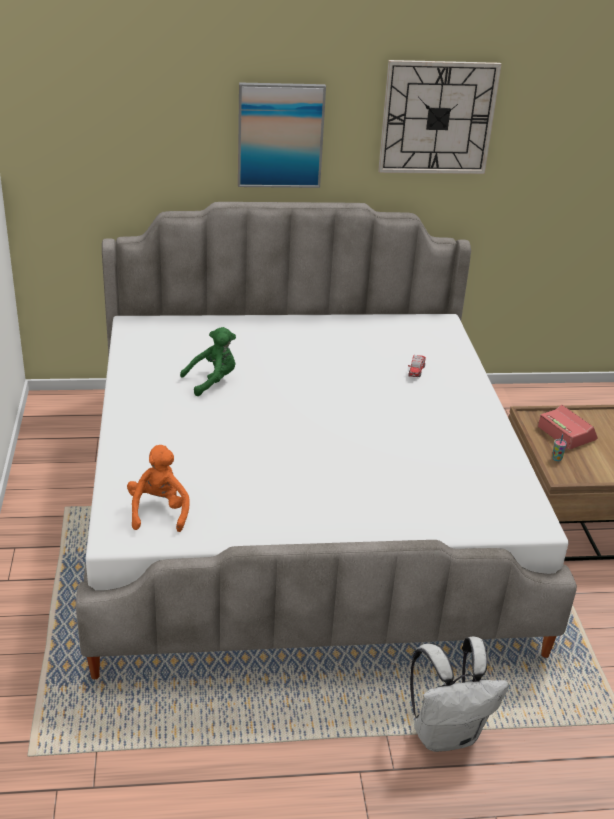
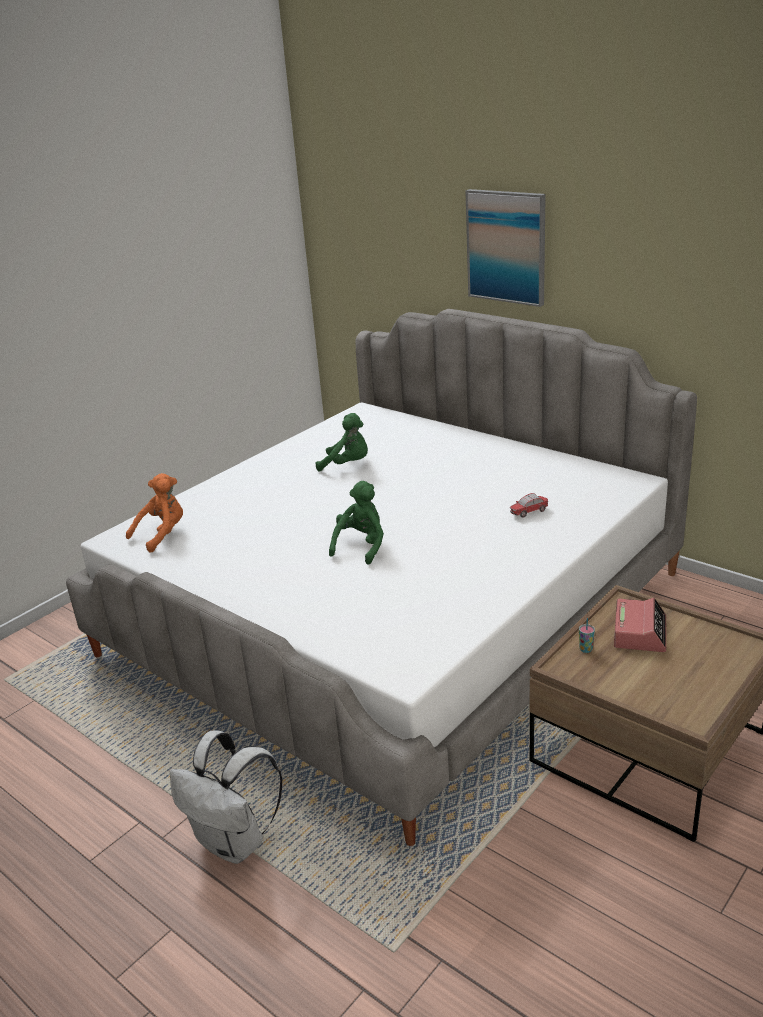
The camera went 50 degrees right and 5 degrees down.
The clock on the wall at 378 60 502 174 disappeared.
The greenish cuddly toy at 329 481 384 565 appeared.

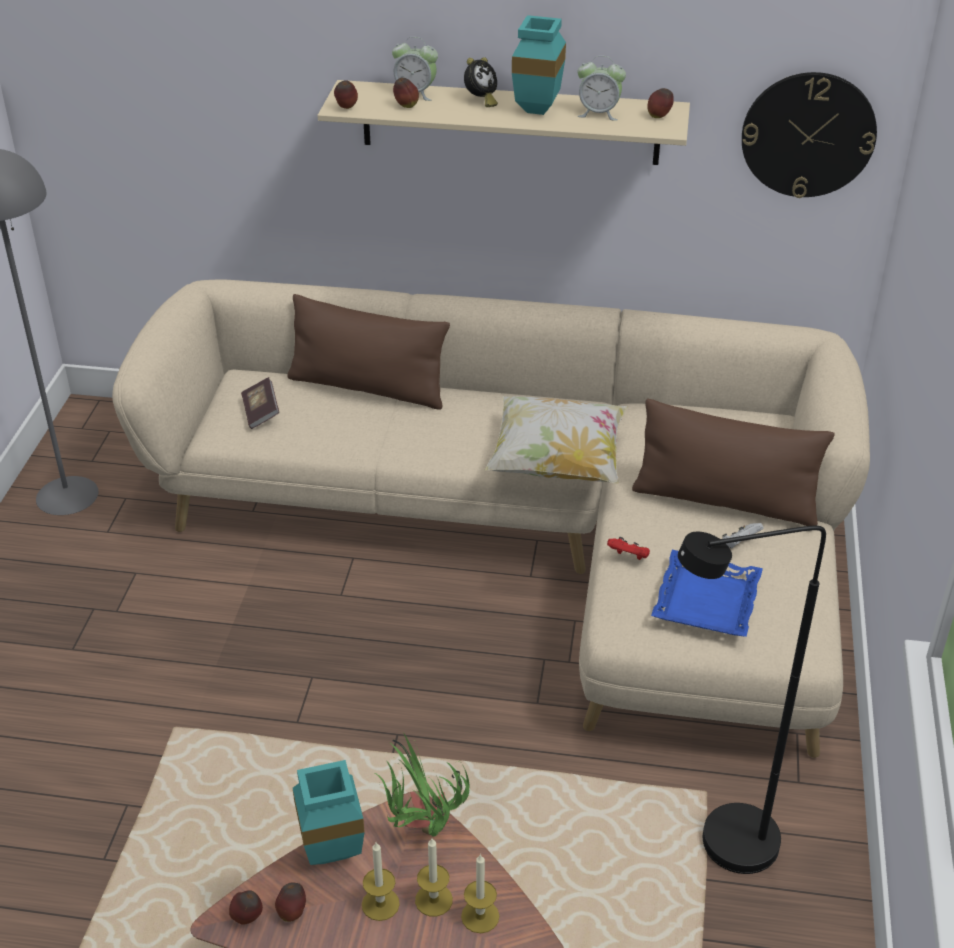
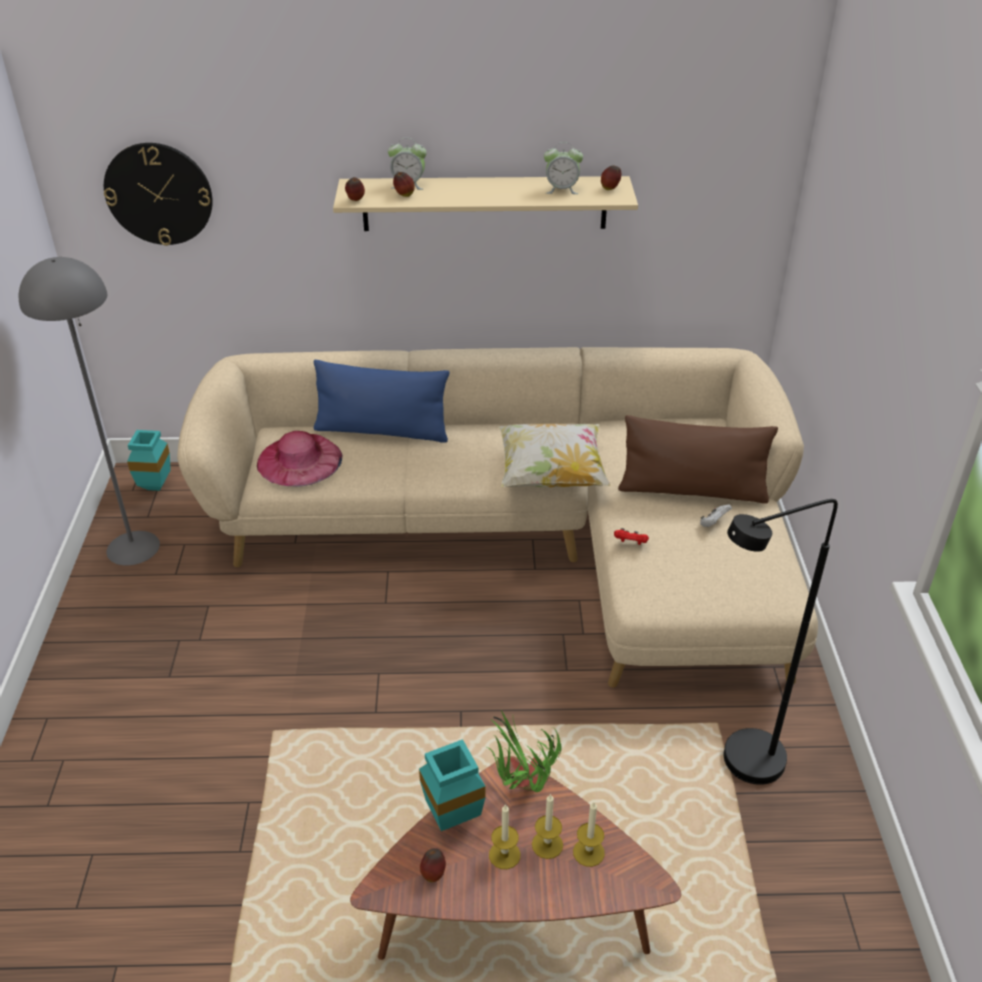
The camera went 10 degrees left and 0 degrees up.
The turquoise-coloured flower vase moved from 512 15 566 115 to 127 430 171 491.
The table clock at 464 57 498 107 disappeared.
The clock on the wall moved from 742 72 877 198 to 104 143 213 246.
The brown-coloured pillow at 287 294 450 410 became the blue pillow at 314 360 450 443.
The book at 241 377 279 429 was replaced by the pinkish hat at 257 431 342 486.
The blue carrying tray at 651 550 763 637 disappeared.
The apple at 229 890 263 925 disappeared.

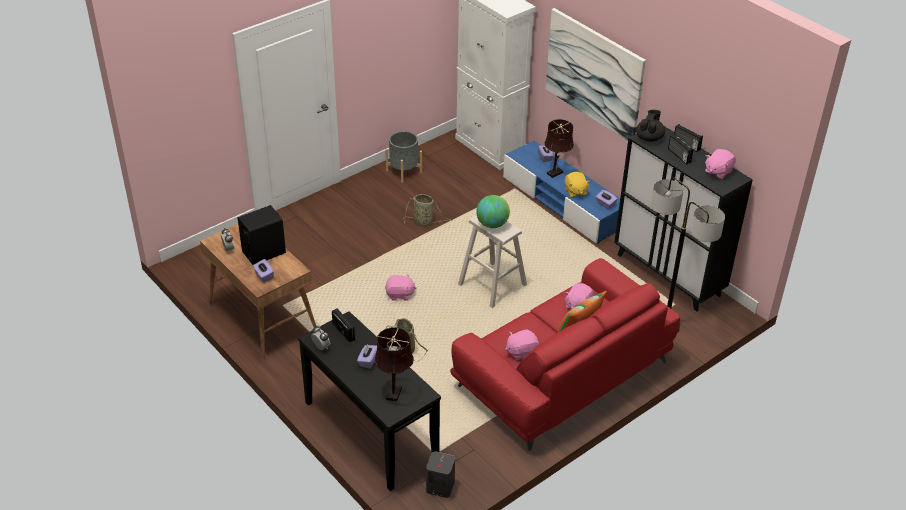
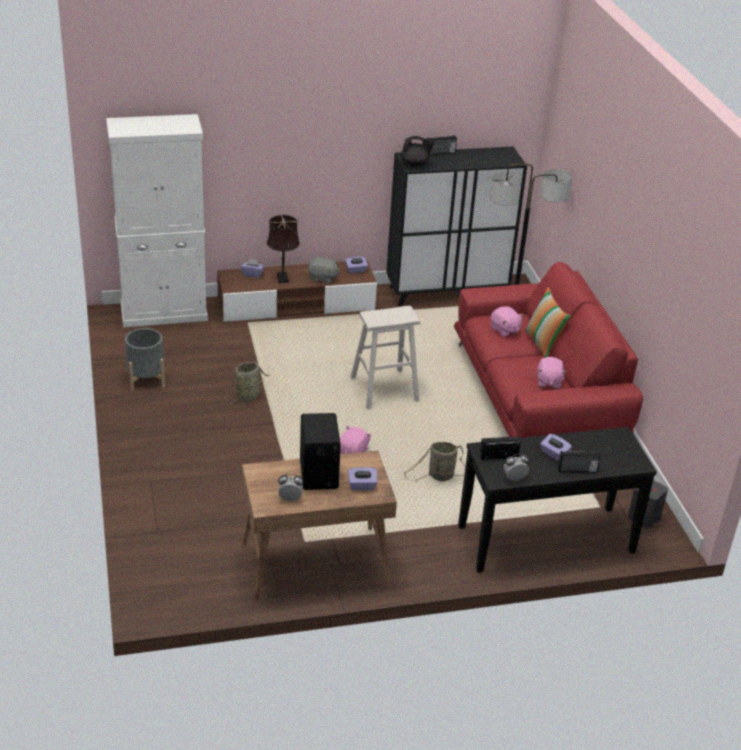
The camera went 65 degrees left and 5 degrees down.
The picture at 546 8 646 141 disappeared.
The black pot for tea at 636 110 665 142 turned 135 degrees clockwise.
The radio set moved from 668 134 693 165 to 558 451 601 473.
The blue media console at 503 141 620 244 became the brown-coloured media console at 217 260 377 322.
The pinkish cuddly toy at 705 149 736 179 disappeared.
The yellowish cuddly toy at 565 172 590 198 became the grey cuddly toy at 308 257 340 284.
The globe at 476 195 510 228 disappeared.
The brown-coloured table lamp at 374 327 414 402 disappeared.

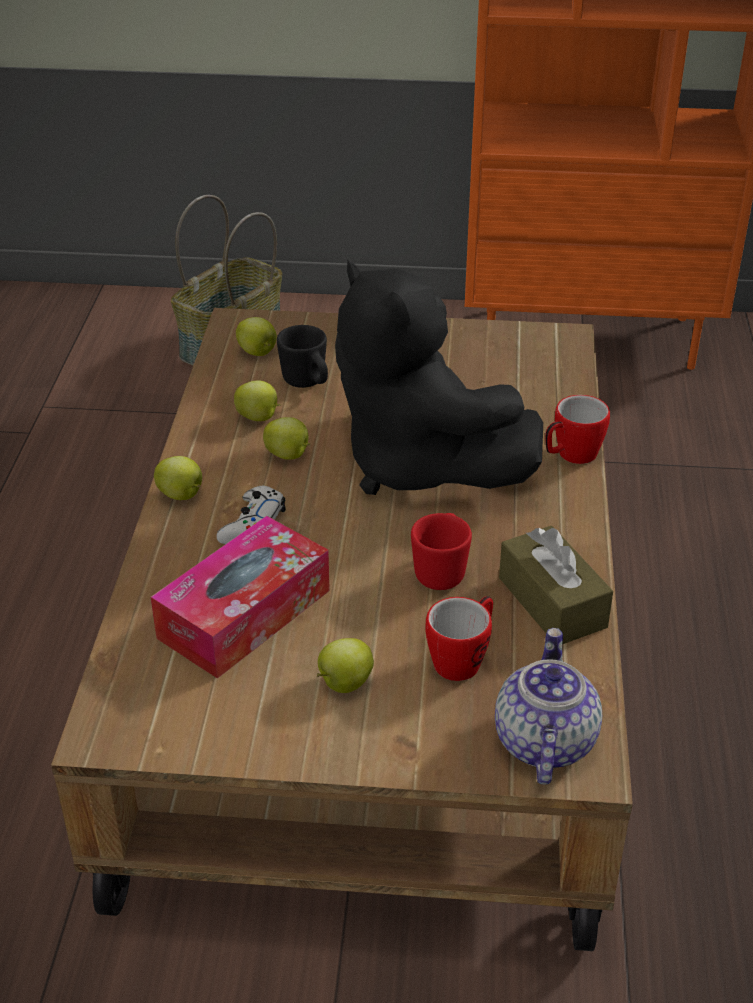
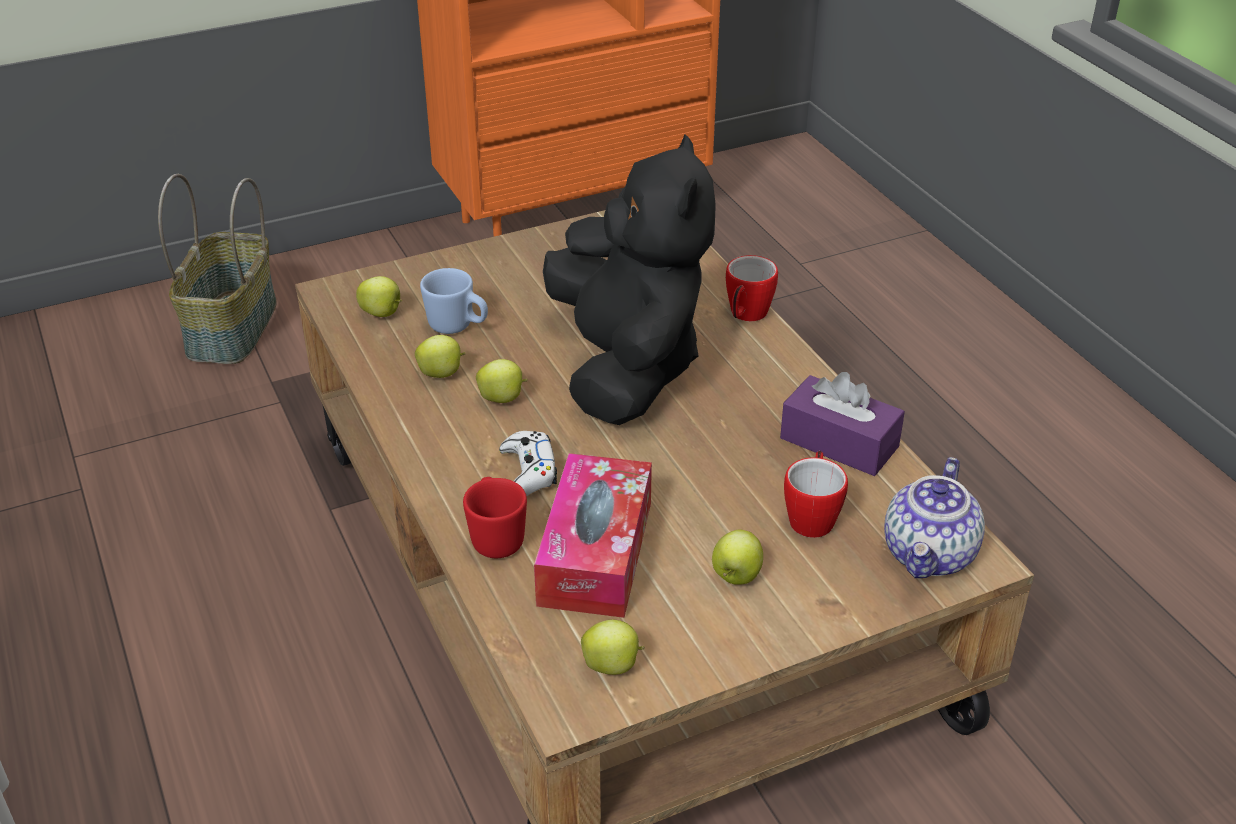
The camera went 30 degrees left and 0 degrees up.
The black cuddly toy at 335 260 543 495 turned 120 degrees counterclockwise.
The black mug at 277 325 328 388 became the blue mug at 420 268 488 334.
The apple moved from 154 456 202 500 to 581 620 645 675.
The red-coloured mug moved from 411 513 472 590 to 463 477 527 558.
The brown-coloured tissue holder at 499 526 613 644 became the purplish tissue holder at 780 372 905 476.
The pot for tea at 495 628 602 784 turned 135 degrees counterclockwise.

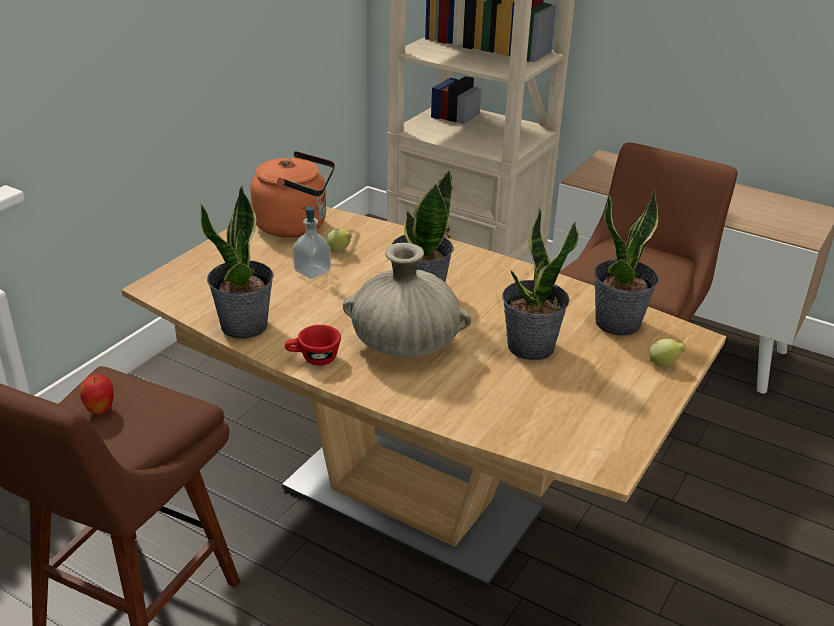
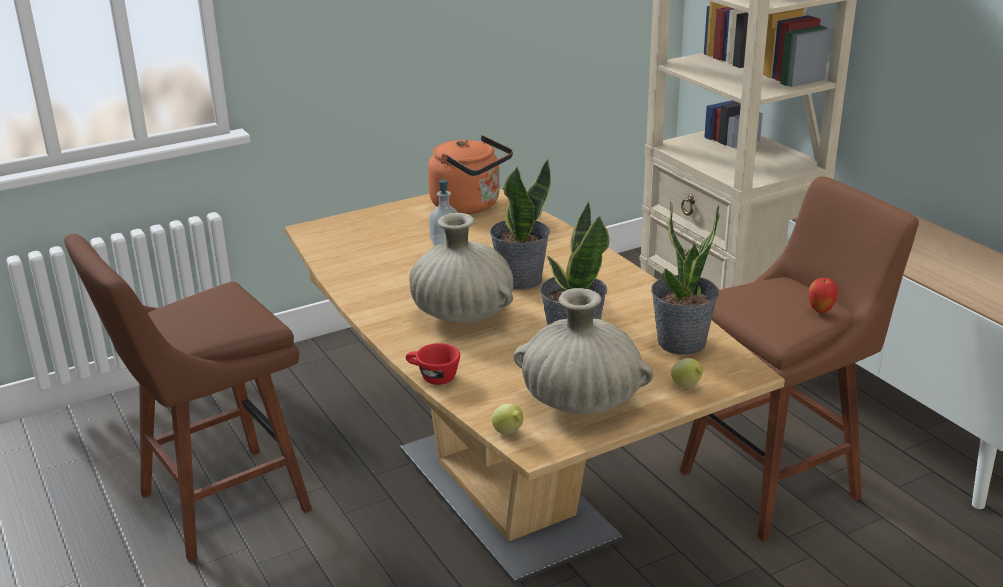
The camera went 30 degrees right and 5 degrees down.
The houseplant at 201 186 274 339 disappeared.
The lemon moved from 326 228 352 252 to 492 403 523 434.
The red-coloured cup moved from 285 325 341 366 to 406 343 460 385.
The apple moved from 79 374 114 415 to 809 278 838 313.
The beige flower vase at 514 288 653 414 appeared.

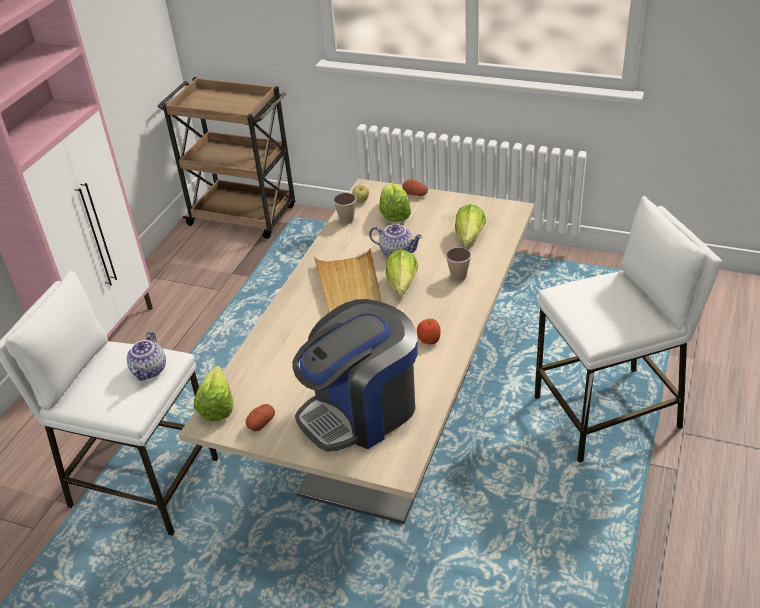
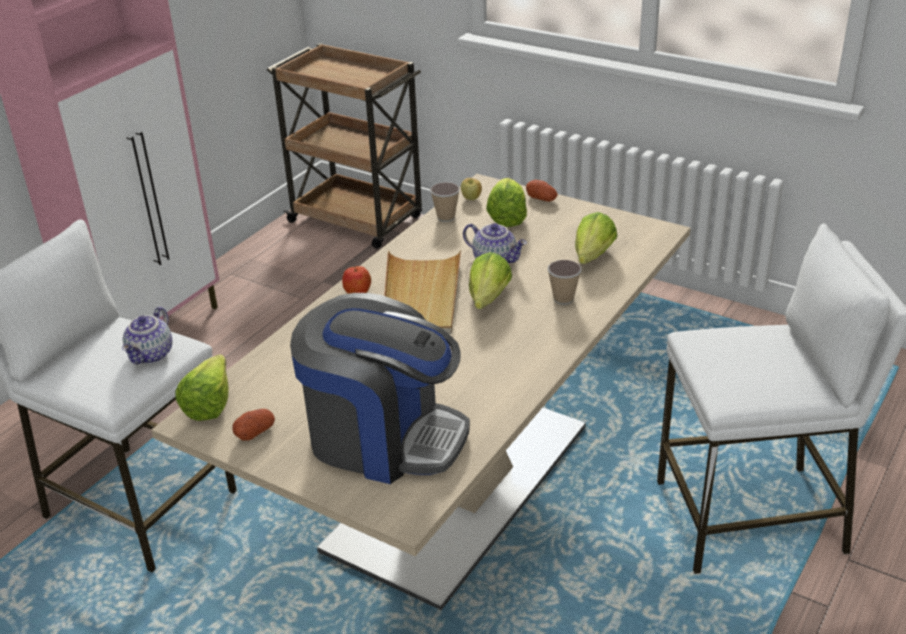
The camera went 10 degrees right and 5 degrees down.
The coffee machine at 292 299 418 452 turned 135 degrees counterclockwise.
The apple moved from 417 319 441 344 to 342 266 371 294.

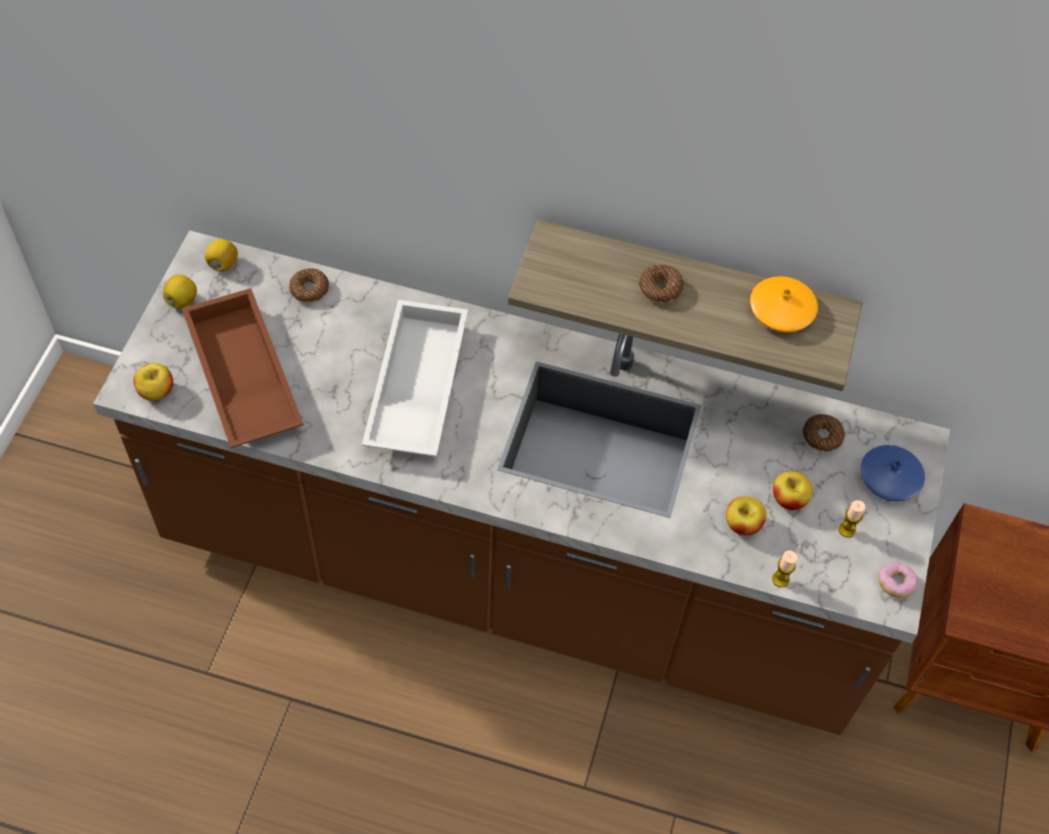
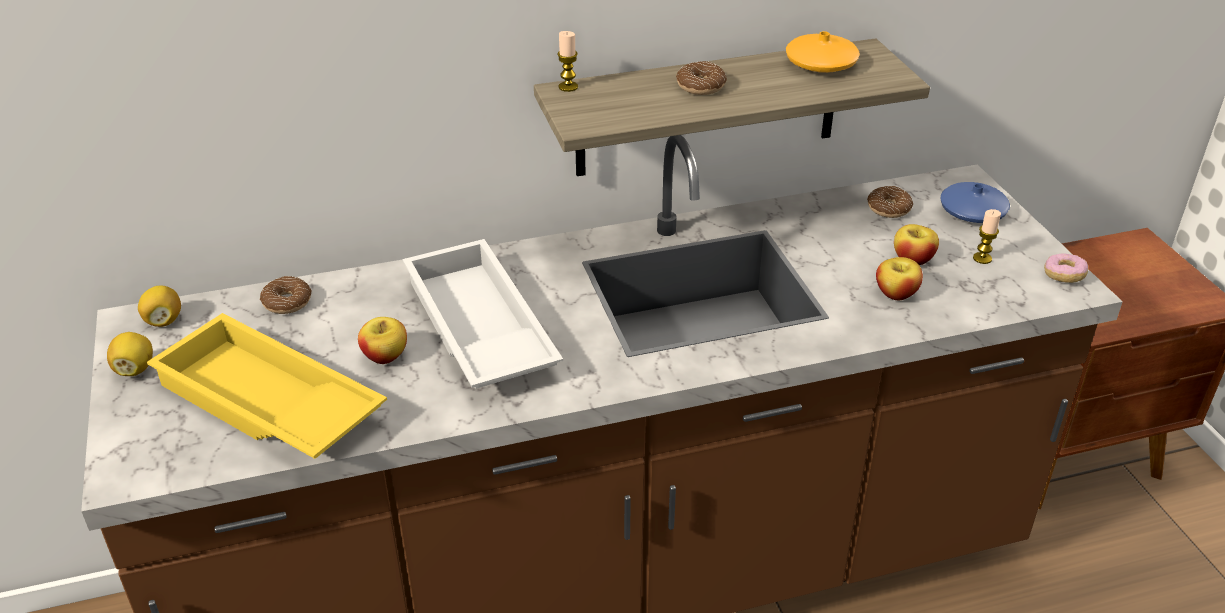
The camera went 30 degrees left and 20 degrees down.
The brown-coloured carrying tray at 182 288 304 448 became the yellowish carrying tray at 147 313 387 459.
The apple moved from 134 363 173 401 to 358 317 407 364.
The candle moved from 772 550 797 587 to 558 31 578 92.

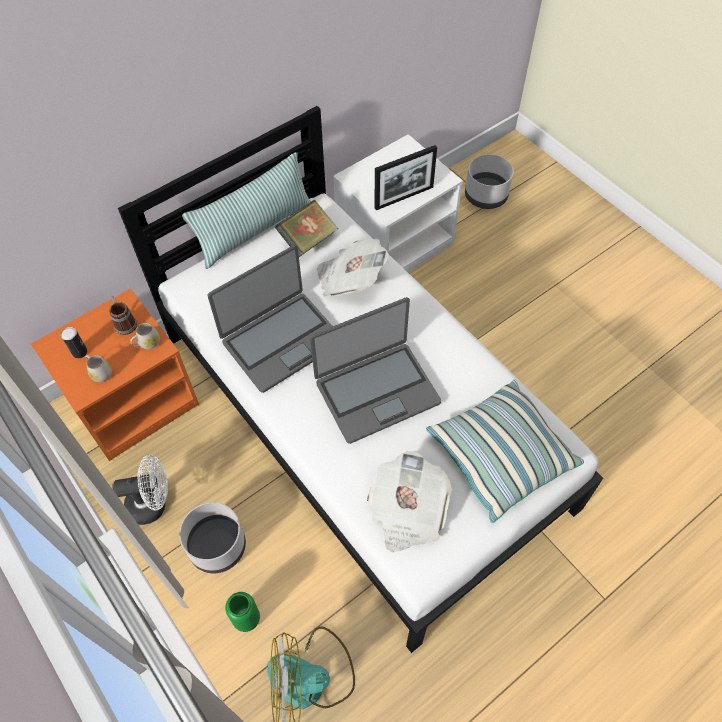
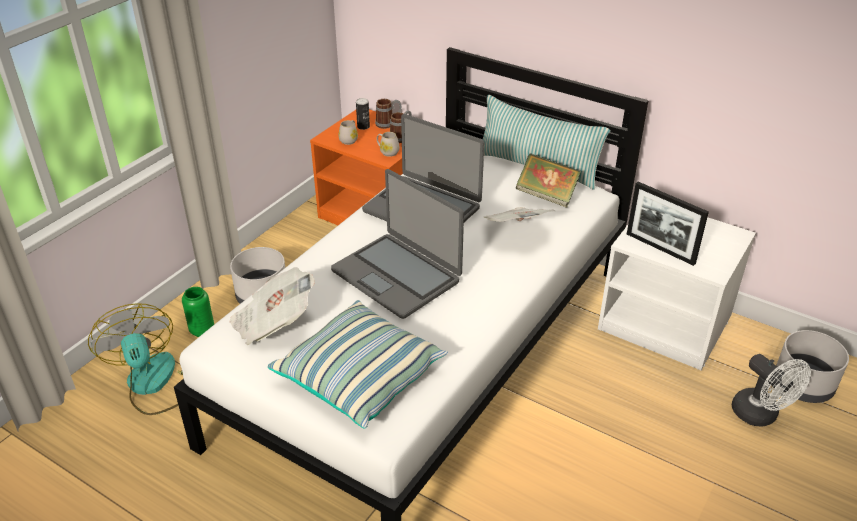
The camera went 70 degrees right and 20 degrees down.
The whitish electric fan moved from 112 455 168 525 to 732 354 811 426.
The mug at 375 99 402 129 appeared.

